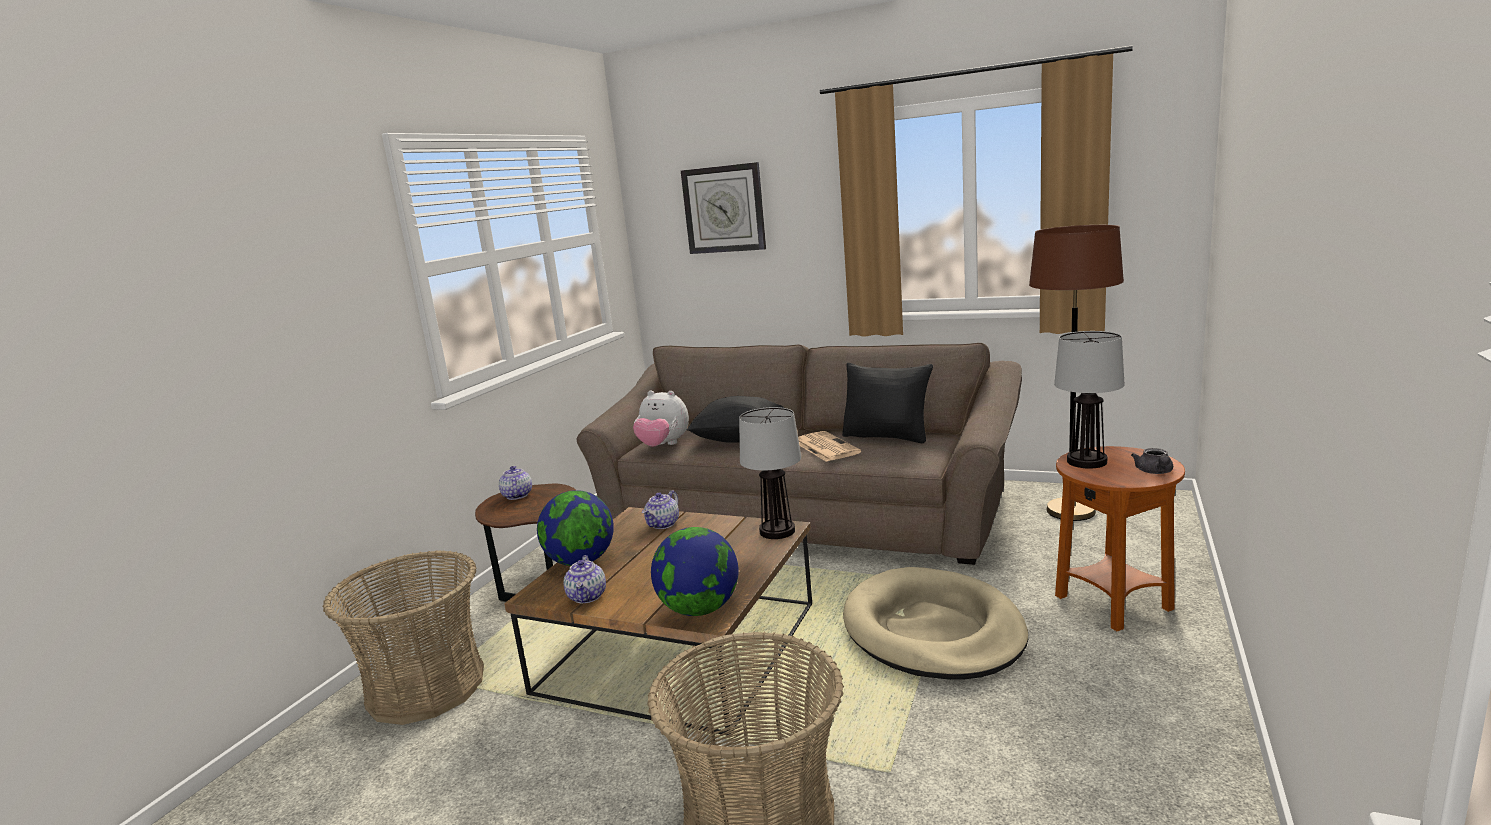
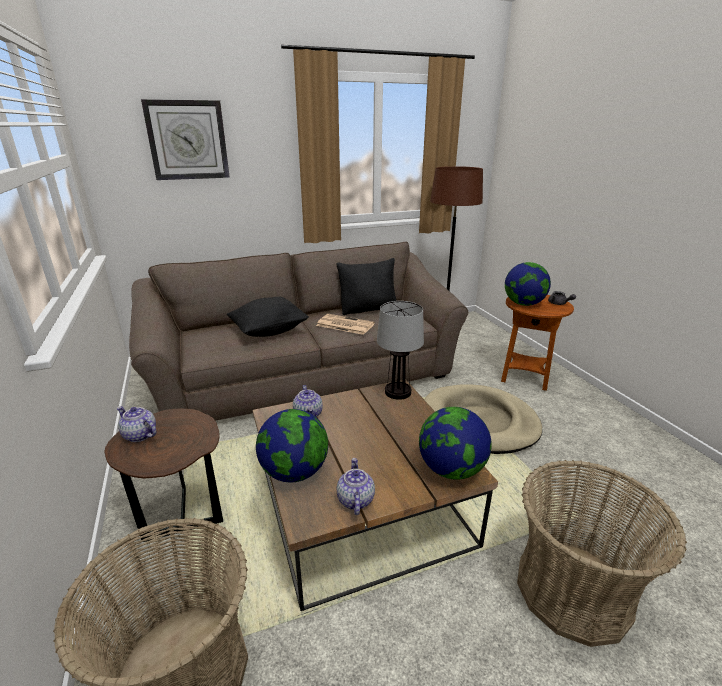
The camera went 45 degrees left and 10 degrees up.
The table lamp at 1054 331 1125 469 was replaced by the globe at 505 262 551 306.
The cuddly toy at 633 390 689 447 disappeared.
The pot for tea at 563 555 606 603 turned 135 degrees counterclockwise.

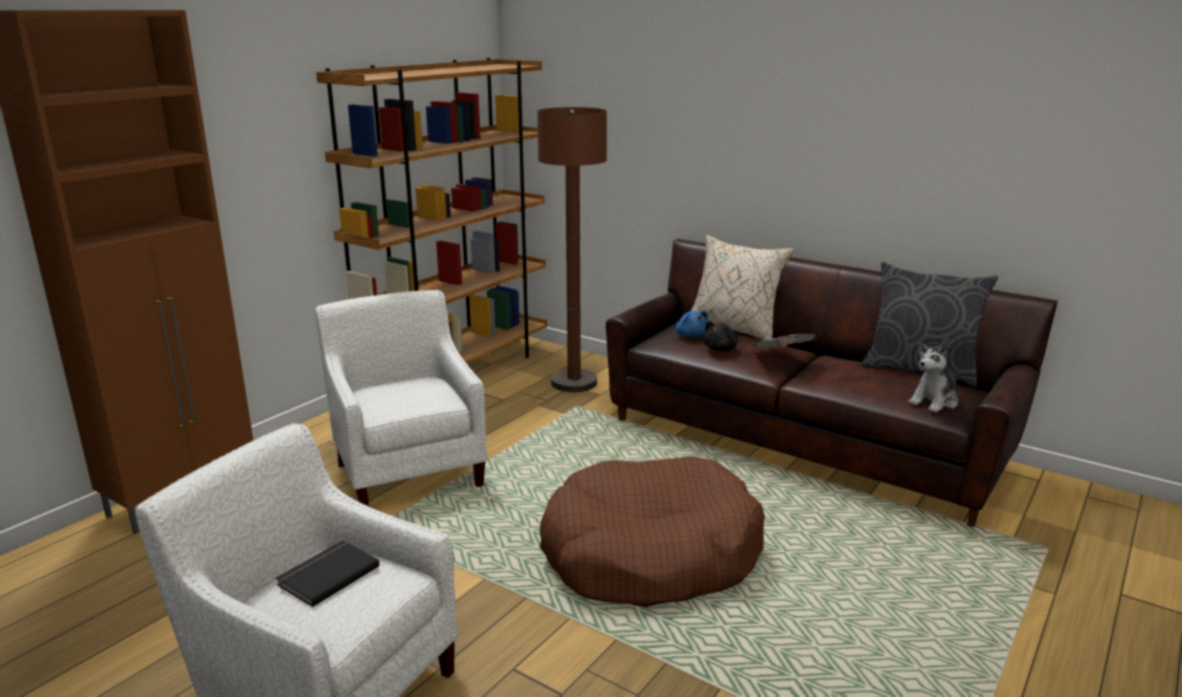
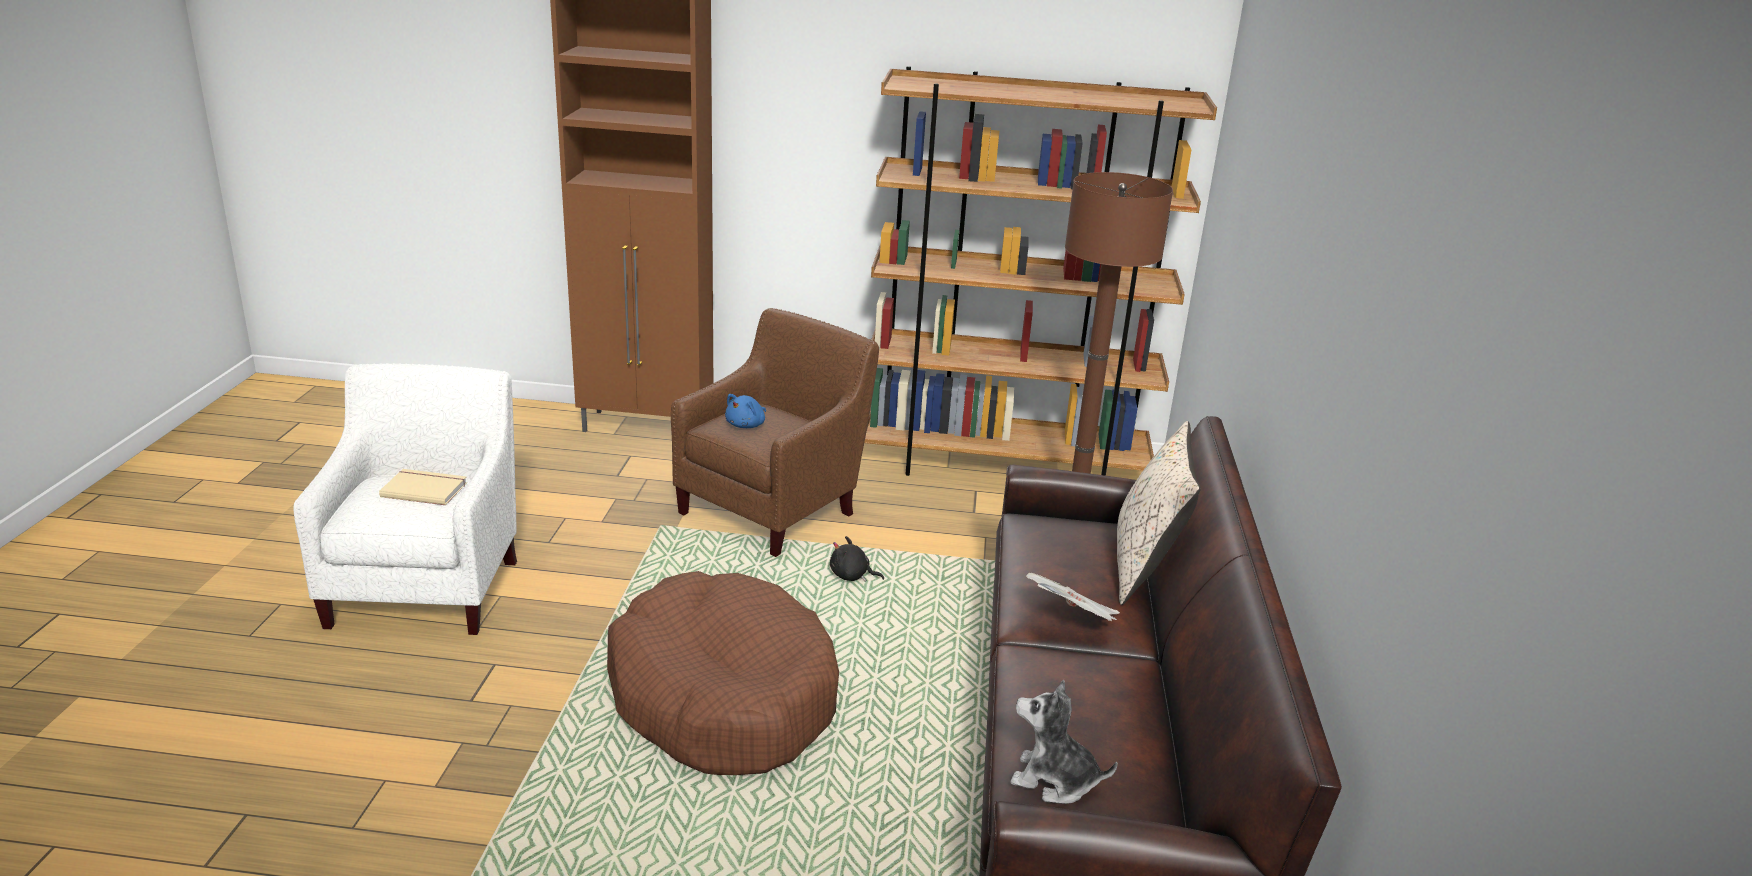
The camera went 60 degrees right and 5 degrees up.
The grey pillow at 862 262 998 387 disappeared.
The whitish lounge chair at 315 290 487 507 became the brown-coloured lounge chair at 671 308 879 557.
The blue cuddly toy moved from 676 311 708 338 to 725 394 766 428.
The black cuddly toy moved from 703 321 738 351 to 830 536 884 582.
The black book at 276 540 380 607 became the beige book at 379 469 467 505.

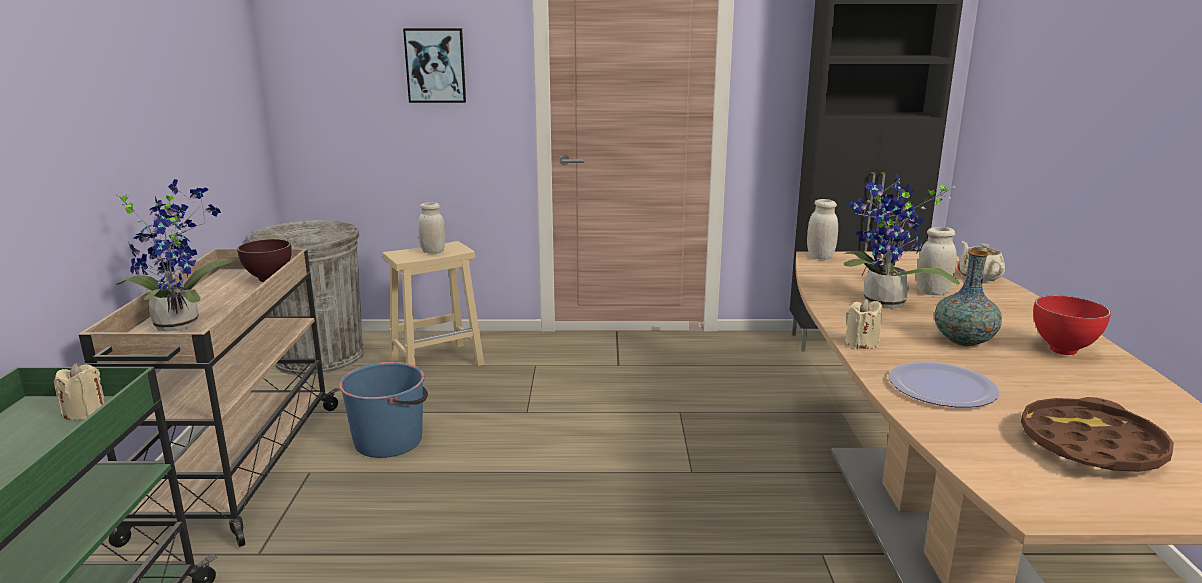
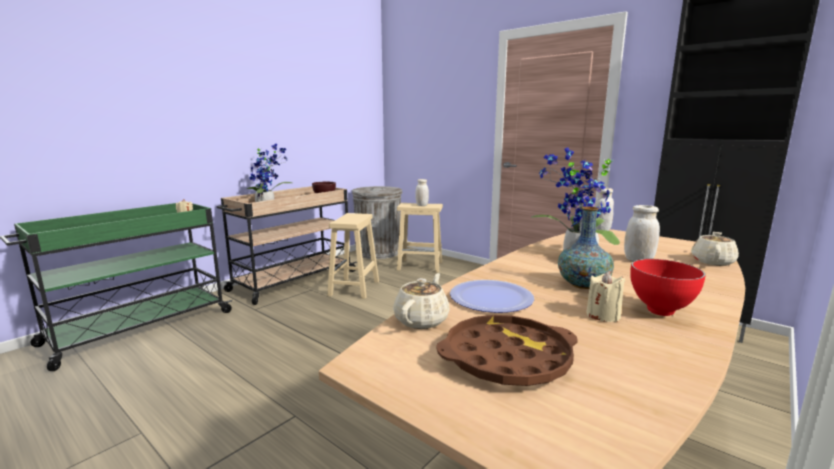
The camera went 40 degrees right and 5 degrees down.
The picture at 403 28 466 103 disappeared.
The beige candle moved from 845 299 883 349 to 586 271 625 322.
The blue bucket at 339 362 428 458 was replaced by the beige stool at 327 213 379 299.
The beige pot for tea at 393 273 450 329 appeared.

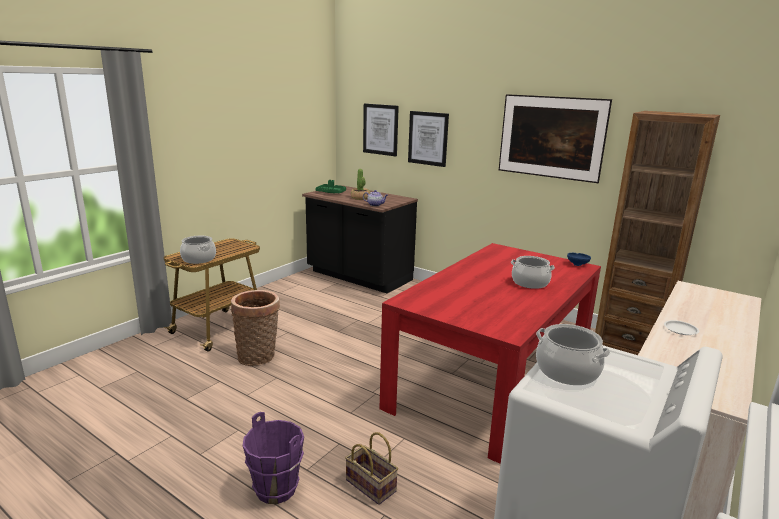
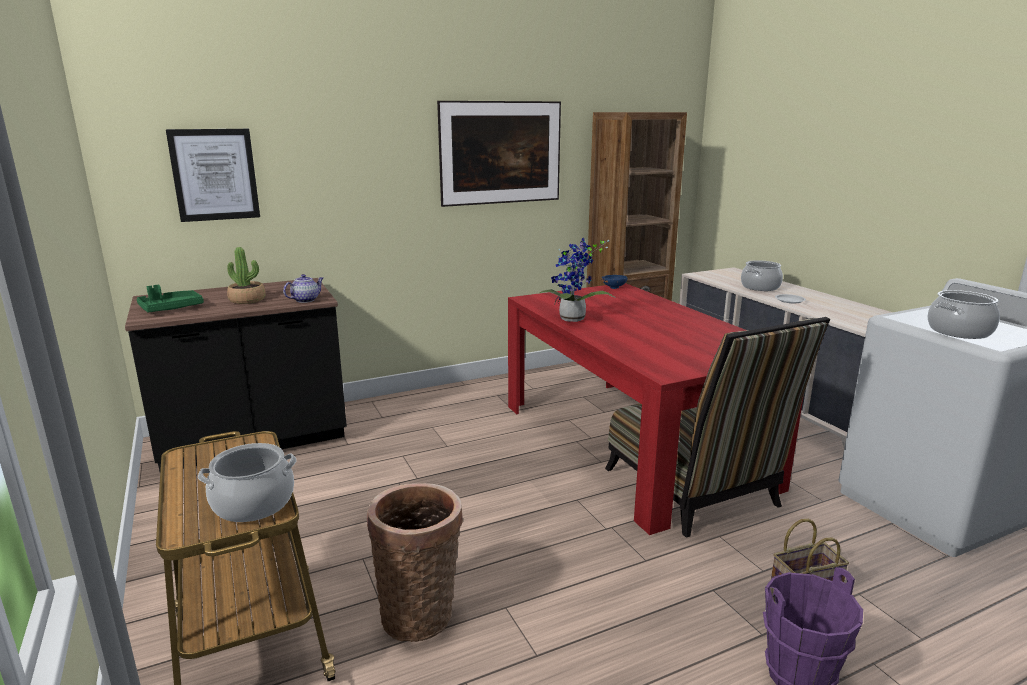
The camera went 60 degrees left and 0 degrees up.
The picture at 408 111 449 167 disappeared.
The stockpot moved from 511 256 555 289 to 741 260 783 291.
The houseplant at 539 237 615 322 appeared.
The upright chair at 605 317 830 538 appeared.

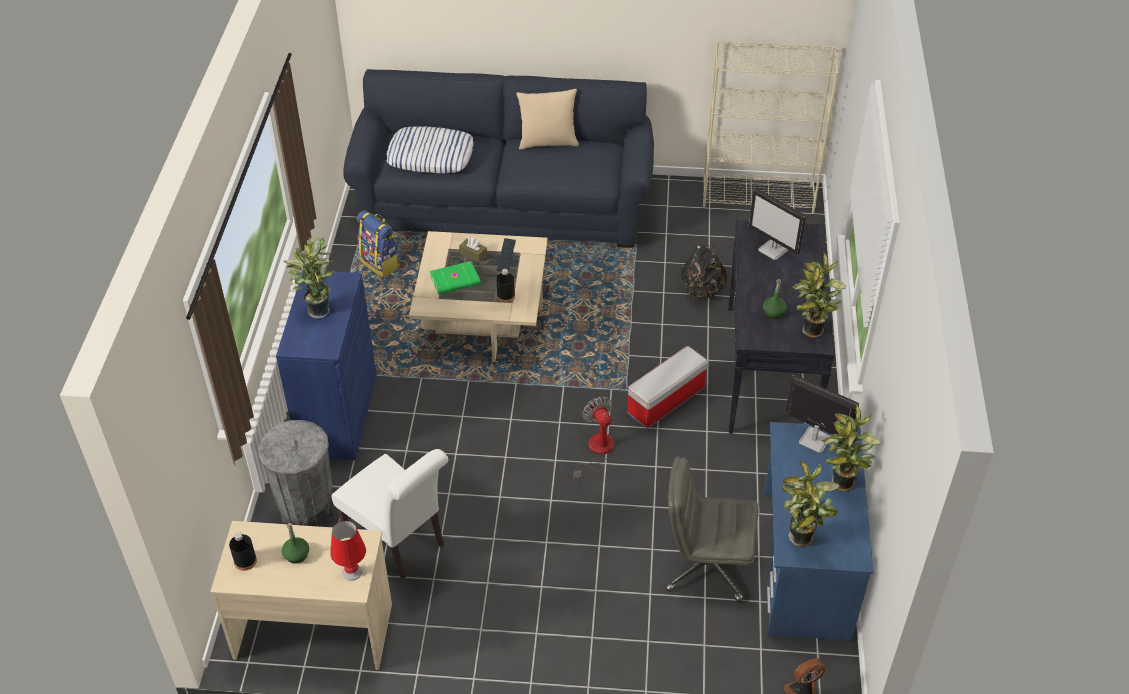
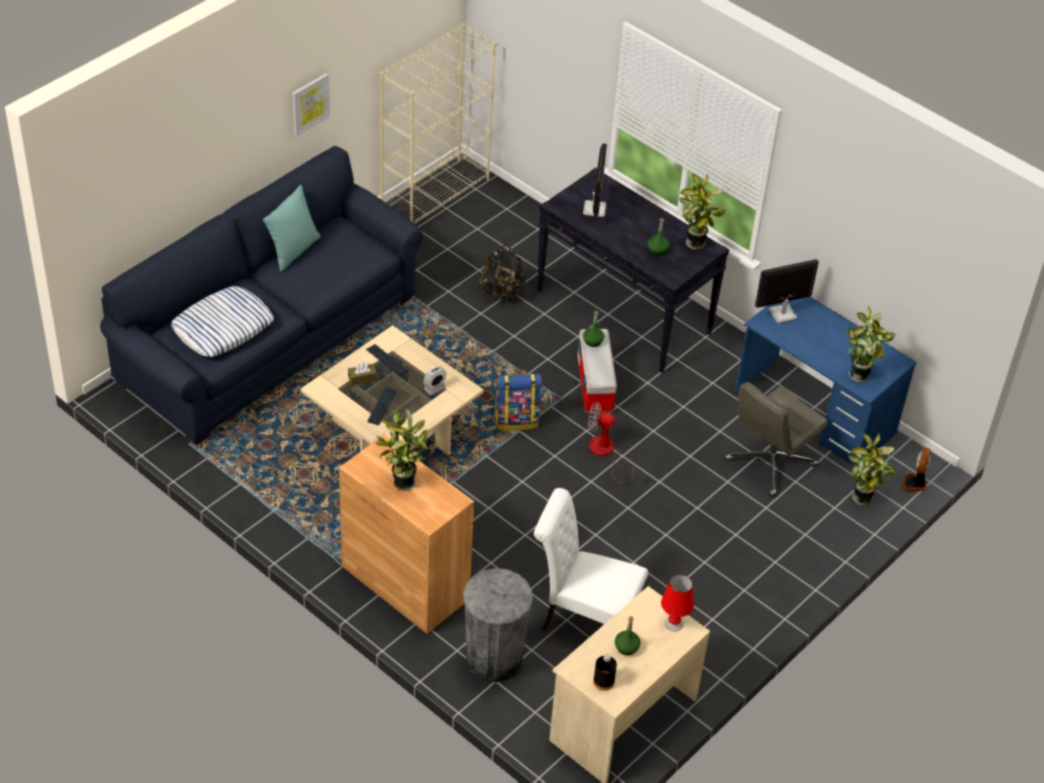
The camera went 55 degrees left and 0 degrees up.
The beige pillow at 516 89 579 149 became the turquoise-coloured pillow at 263 185 321 272.
The computer display at 749 188 806 260 turned 75 degrees counterclockwise.
The rucksack moved from 357 210 400 277 to 494 371 542 431.
The greenish book at 430 261 481 294 was replaced by the PC keyboard at 367 386 397 425.
The black beverage bottle at 496 269 515 303 was replaced by the table clock at 423 366 447 395.
The blue cupboard at 276 270 376 460 became the brown-coloured cupboard at 339 435 474 634.
The houseplant moved from 822 404 881 491 to 849 433 896 505.
The whitish upright chair at 332 449 448 579 turned 150 degrees counterclockwise.
The picture at 292 73 330 136 appeared.
The greenish beverage bottle at 583 311 604 347 appeared.

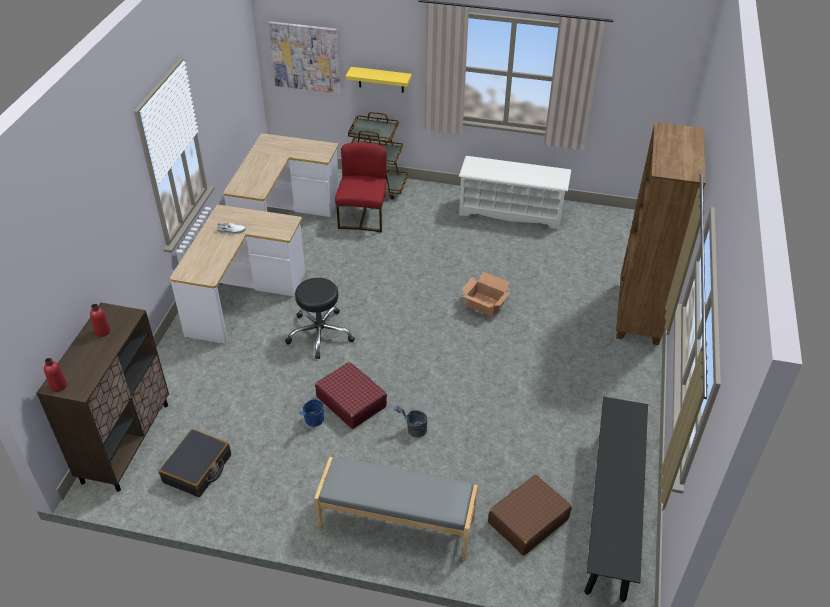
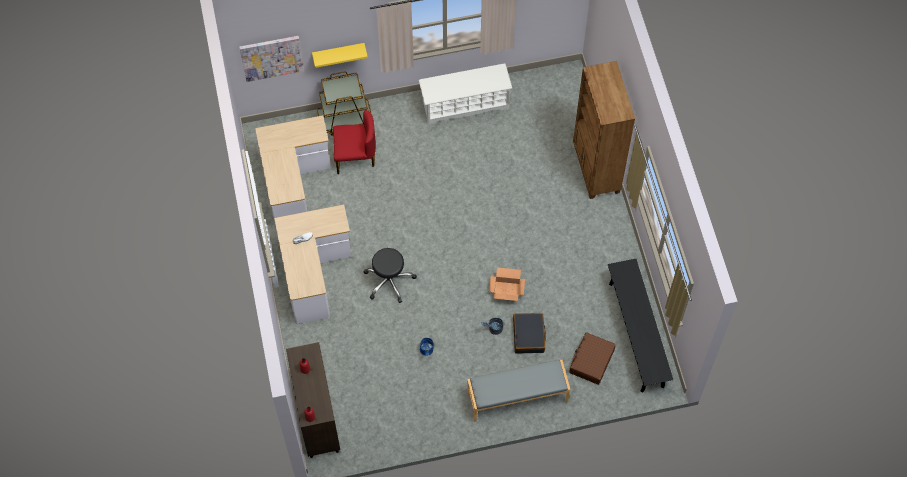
The camera went 25 degrees left and 20 degrees up.
The red-coloured upright chair at 335 142 387 232 turned 105 degrees clockwise.
The packing box moved from 461 272 511 317 to 489 267 525 301.
The red-coloured suitcase at 315 362 387 429 disappeared.
The black suitcase moved from 159 429 231 497 to 513 313 546 354.

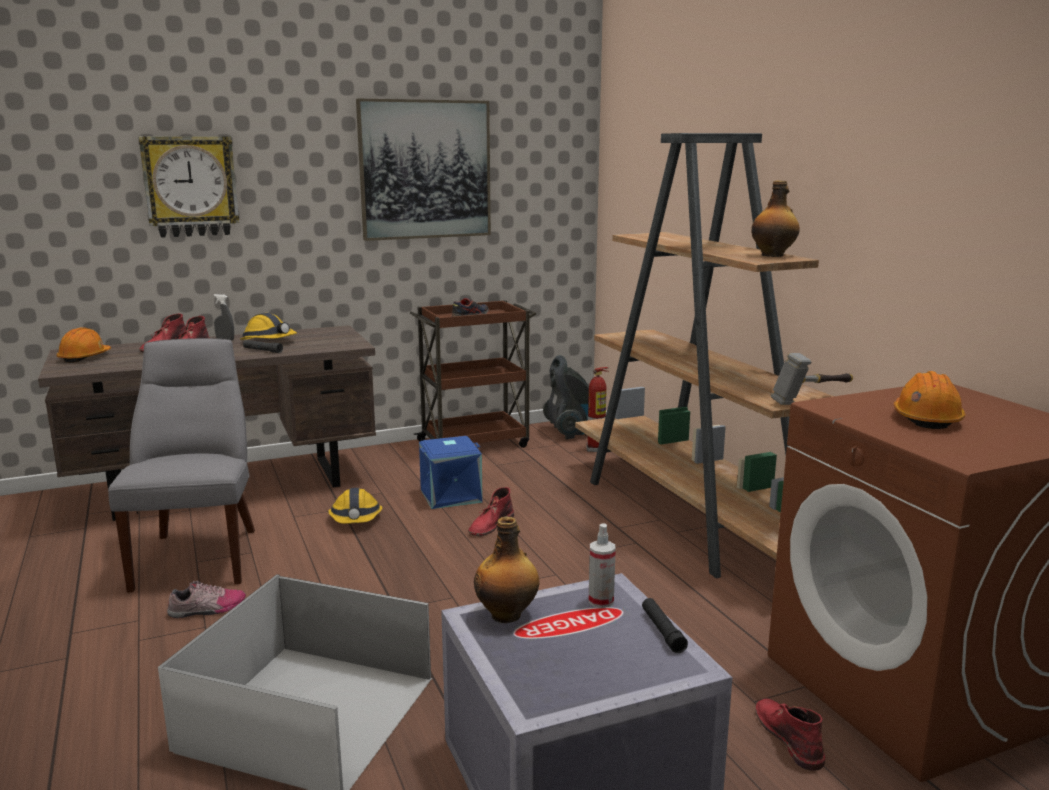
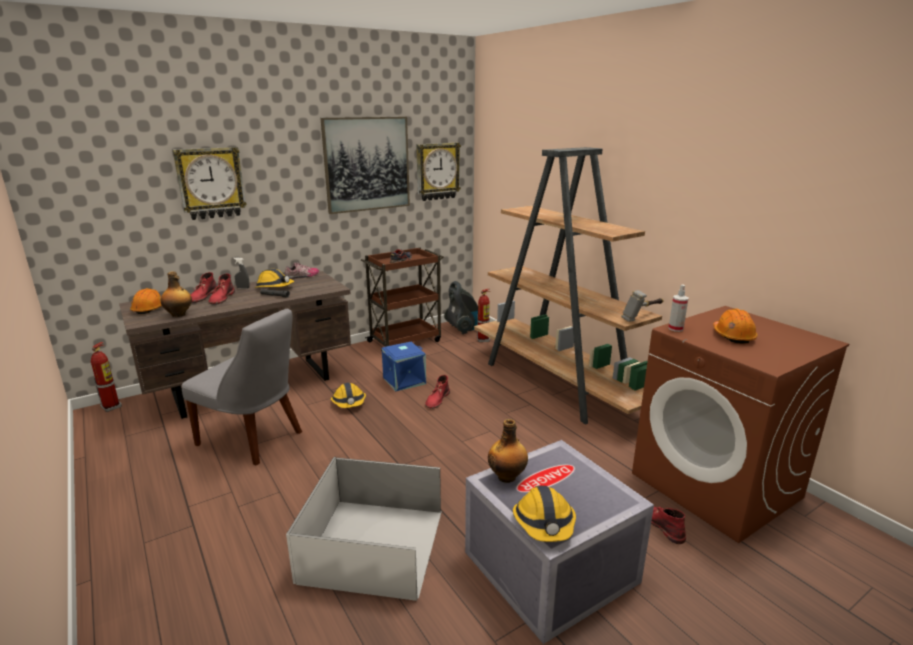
The camera went 10 degrees left and 5 degrees up.
The beverage bottle moved from 751 181 800 257 to 161 271 192 317.
The grey upright chair at 108 338 255 592 turned 135 degrees clockwise.
The spray bottle moved from 589 523 616 608 to 668 285 689 332.
The low shoe moved from 167 581 246 618 to 285 263 319 279.
The black torch at 642 598 688 653 disappeared.
The clock on the wall at 416 143 461 201 appeared.
The fire extinguisher at 91 342 122 412 appeared.
The safety helmet at 513 486 576 542 appeared.

